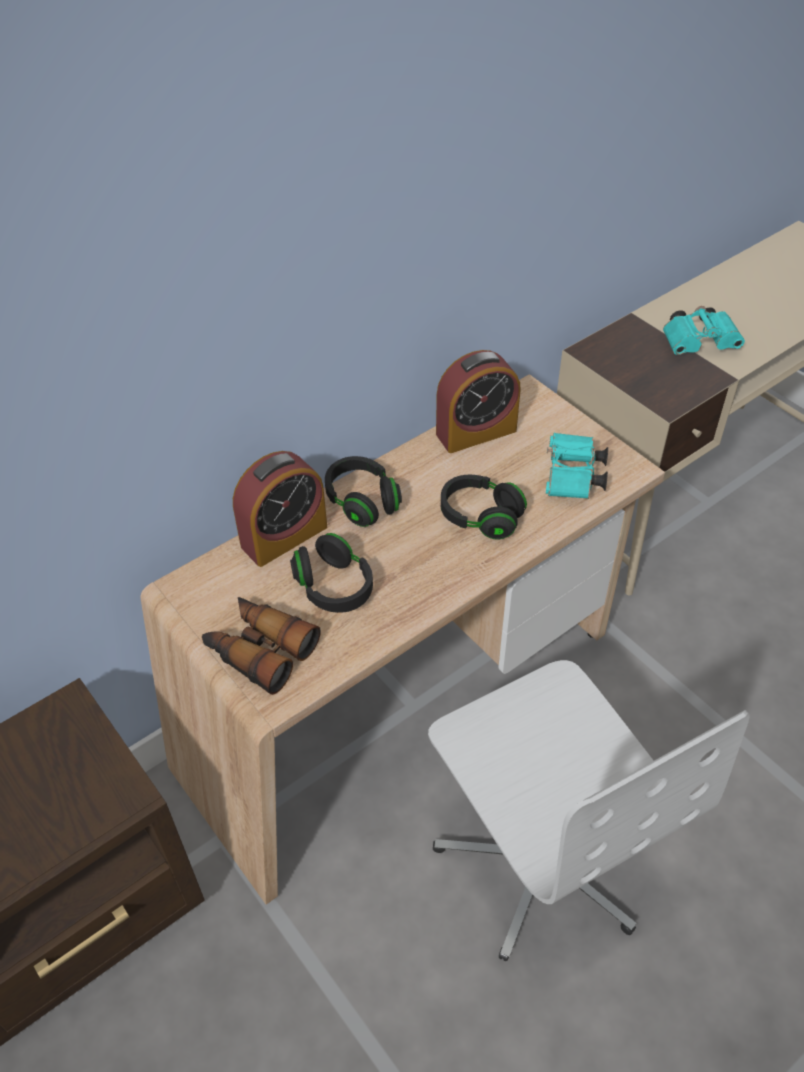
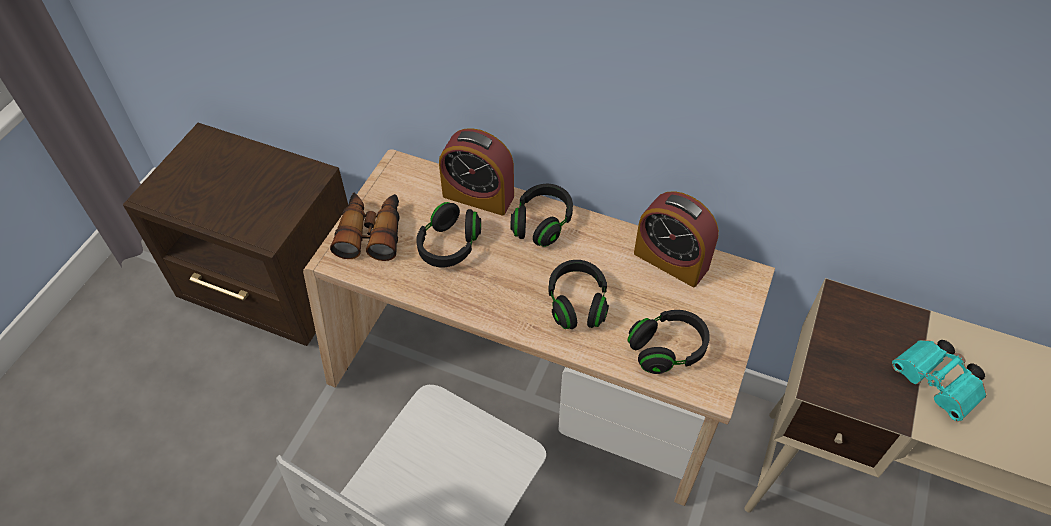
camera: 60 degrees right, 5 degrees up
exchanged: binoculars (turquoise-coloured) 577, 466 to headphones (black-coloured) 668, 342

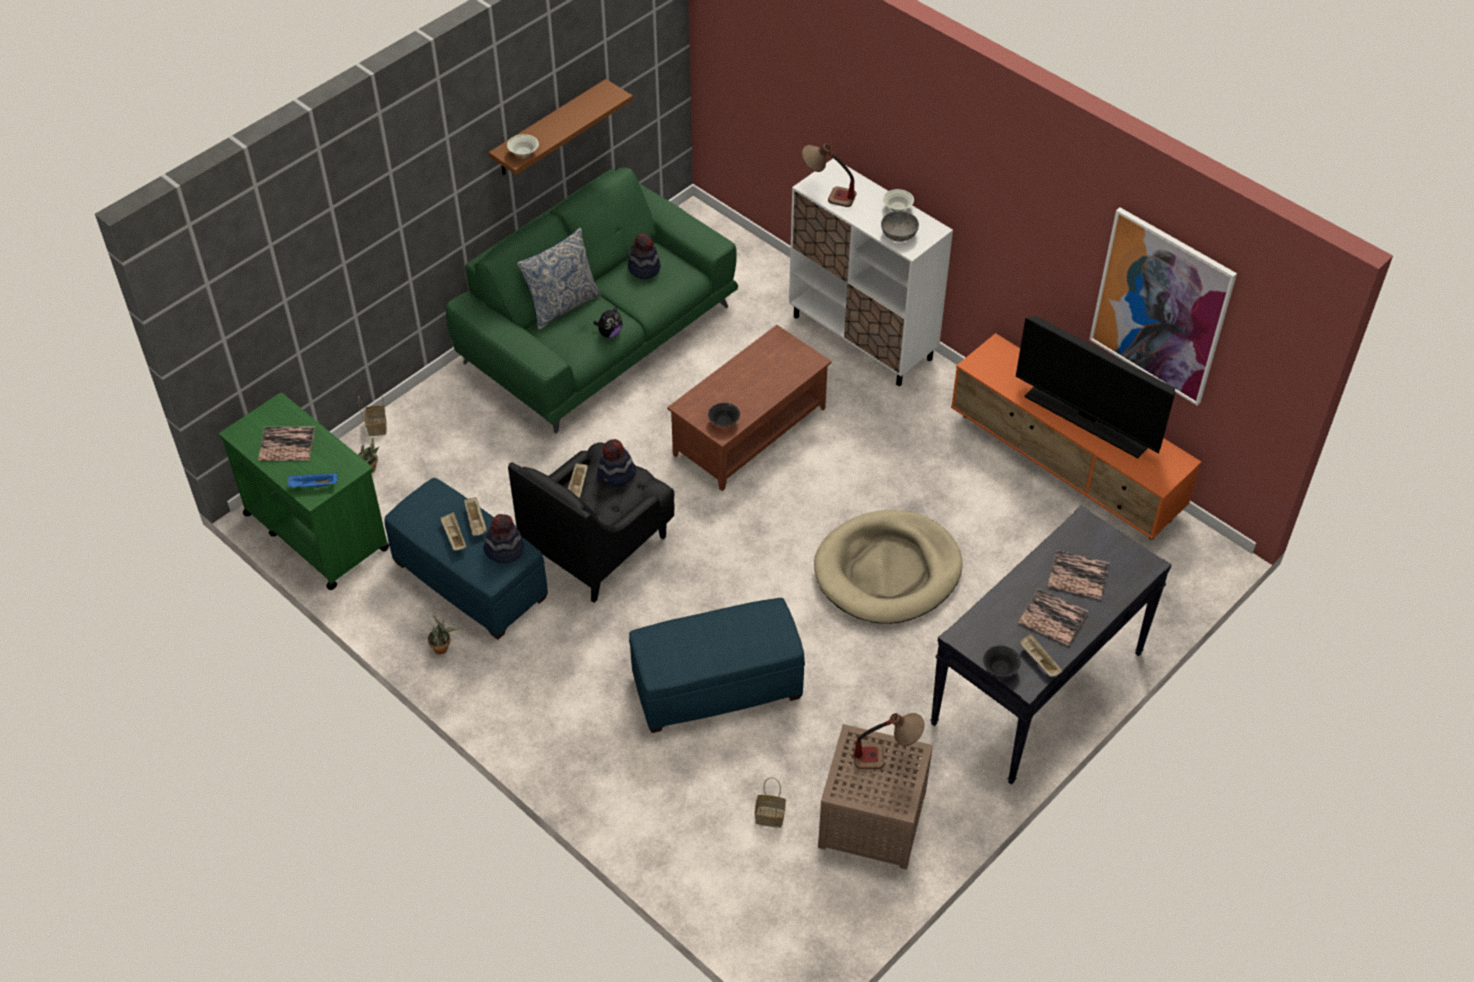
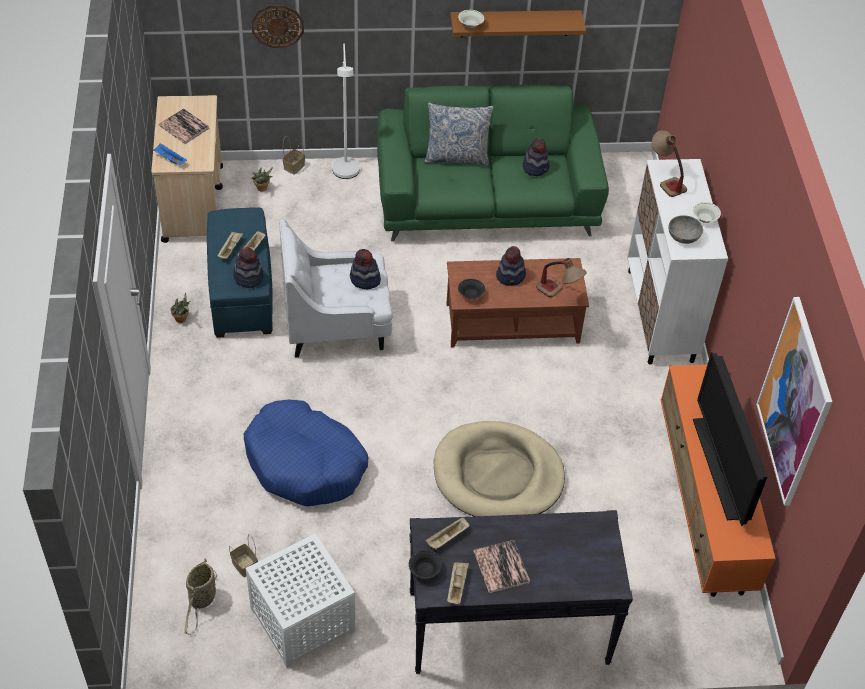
camera: 40 degrees right, 0 degrees up
missing: cuddly toy 608, 322; bound book 1078, 575
appeared: household basket 200, 596; clock on the wall 277, 26; standing lamp (whitish) 346, 111; wearable hat 511, 266
relocated: tray (beige) 578, 480 to 448, 533; tabletop lamp 889, 741 to 561, 277
exchanged: footrest (blue) 717, 665 to pet bed (blue) 306, 453
colour: trolley (greenish) 304, 491 to trolley (beige) 187, 169; end table (brownish) 875, 797 to end table (whitish) 300, 600; easy chair (black-coloured) 591, 522 to easy chair (whitish) 336, 288

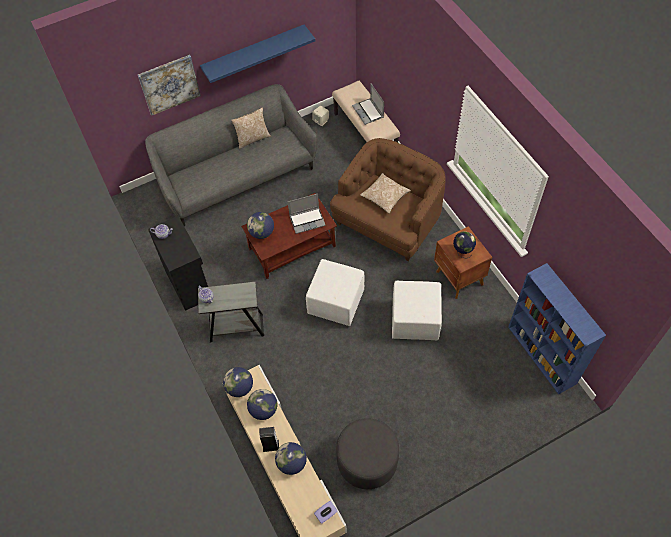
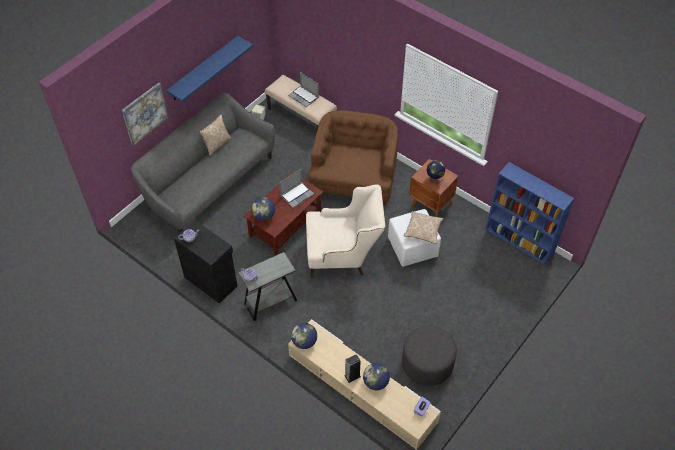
camera: 25 degrees left, 5 degrees down
missing: globe 262, 404
relocated: cushion 385, 193 to 424, 227
exchanged: footrest (whitish) 335, 292 to easy chair (beige) 346, 230

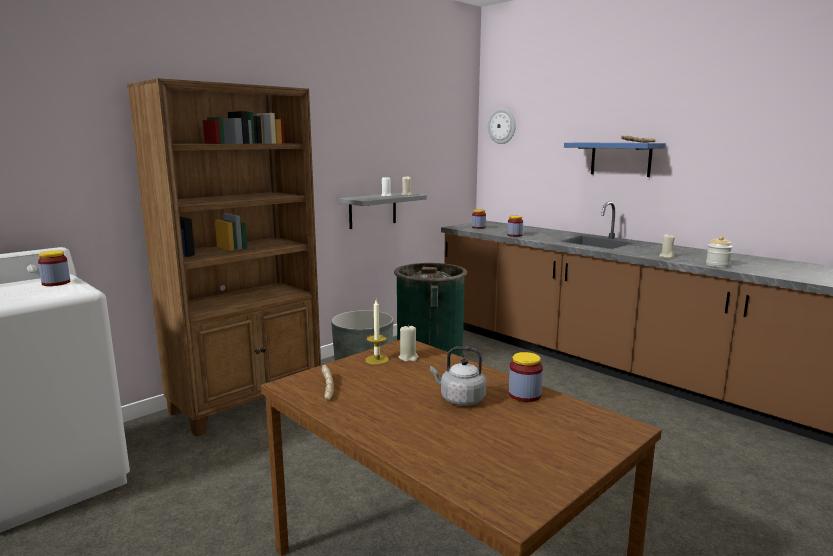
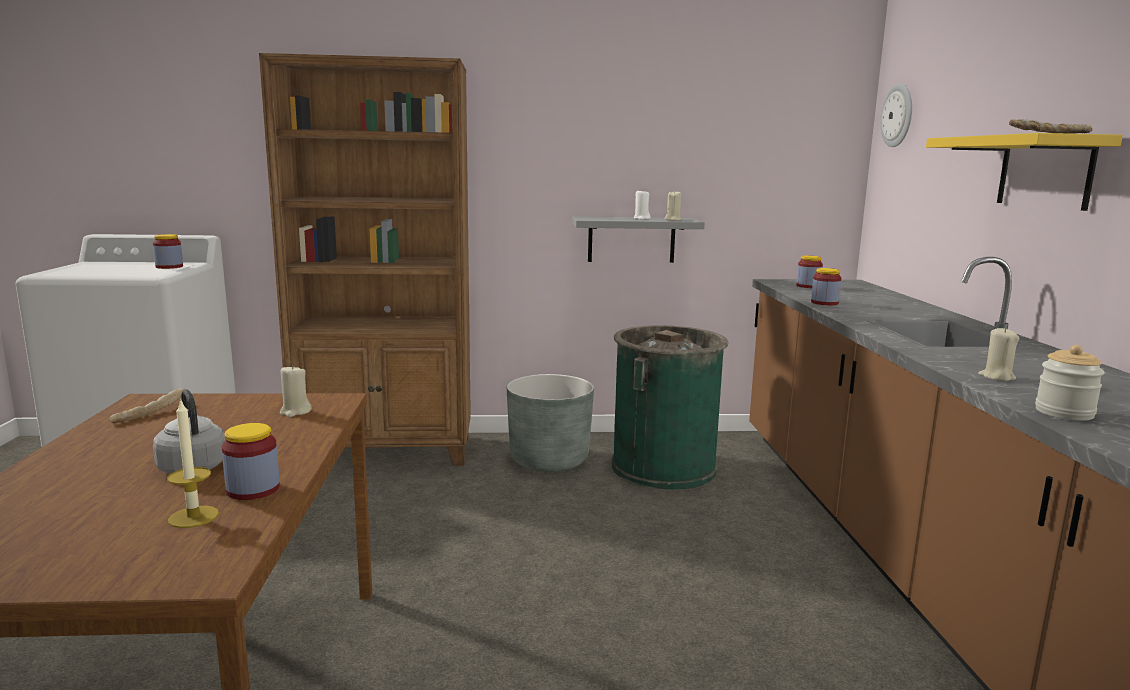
camera: 40 degrees right, 0 degrees up
relocated: wax candle 377, 332 to 193, 463
colour: shelf (blue) 615, 160 to shelf (yellowish) 1024, 172

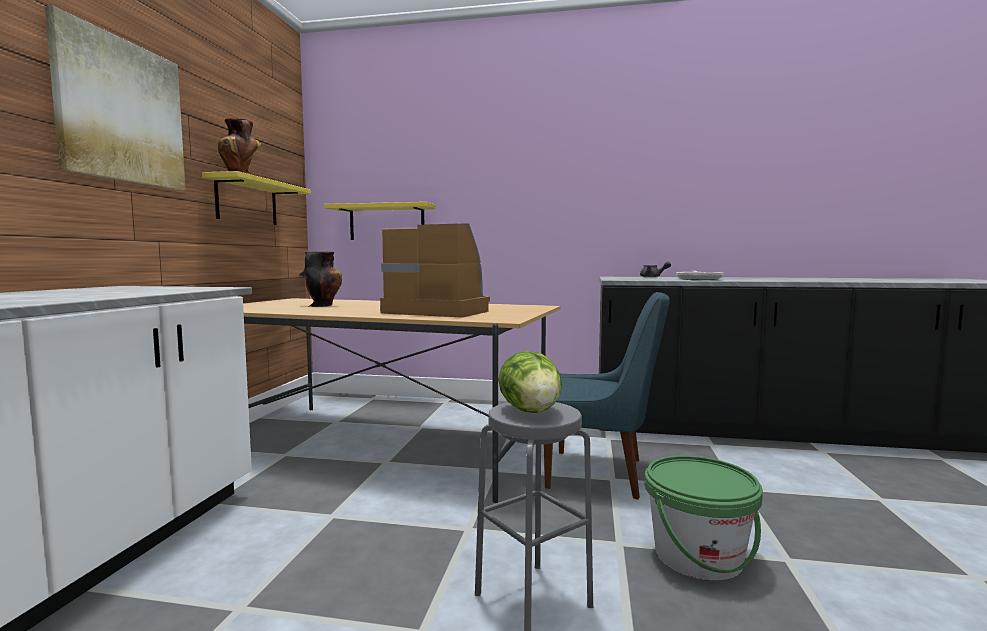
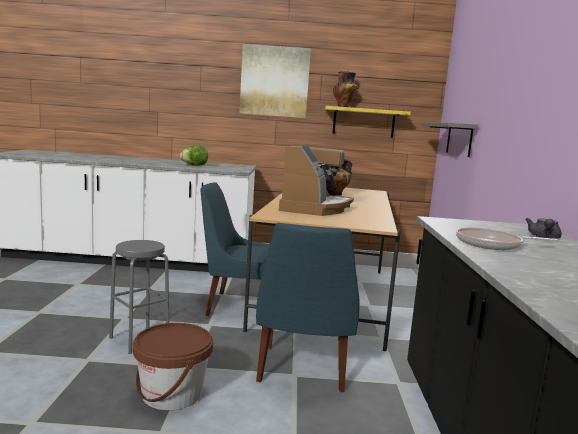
camera: 80 degrees right, 5 degrees up
appeared: plain chair (blue) 235, 249
relocated: lettuce head 530, 382 to 194, 155
colour: bucket (greenish) 703, 518 to bucket (brownish) 173, 366; shelf (yellowish) 380, 221 to shelf (gray) 450, 139

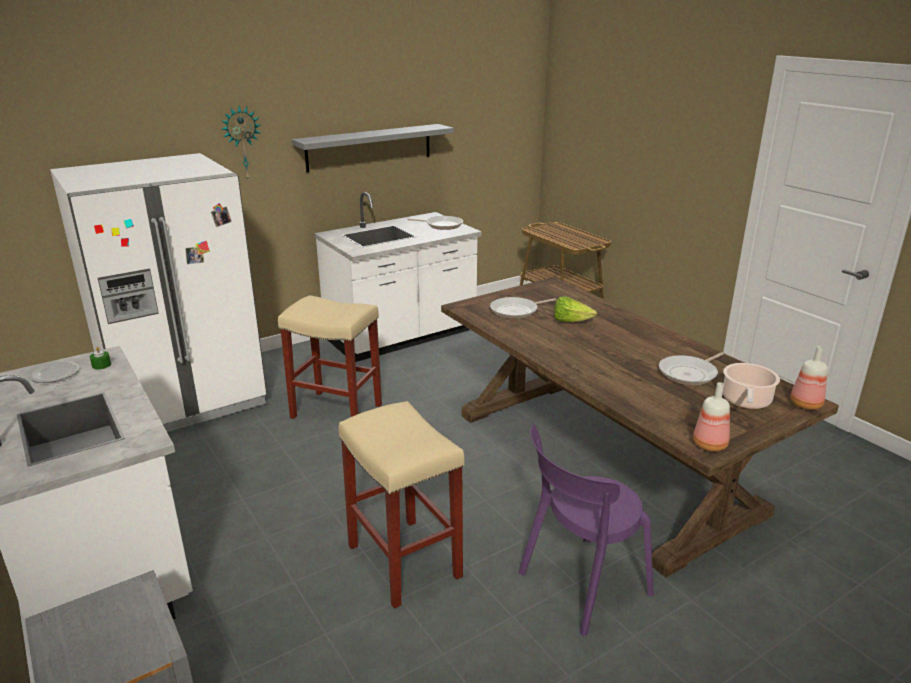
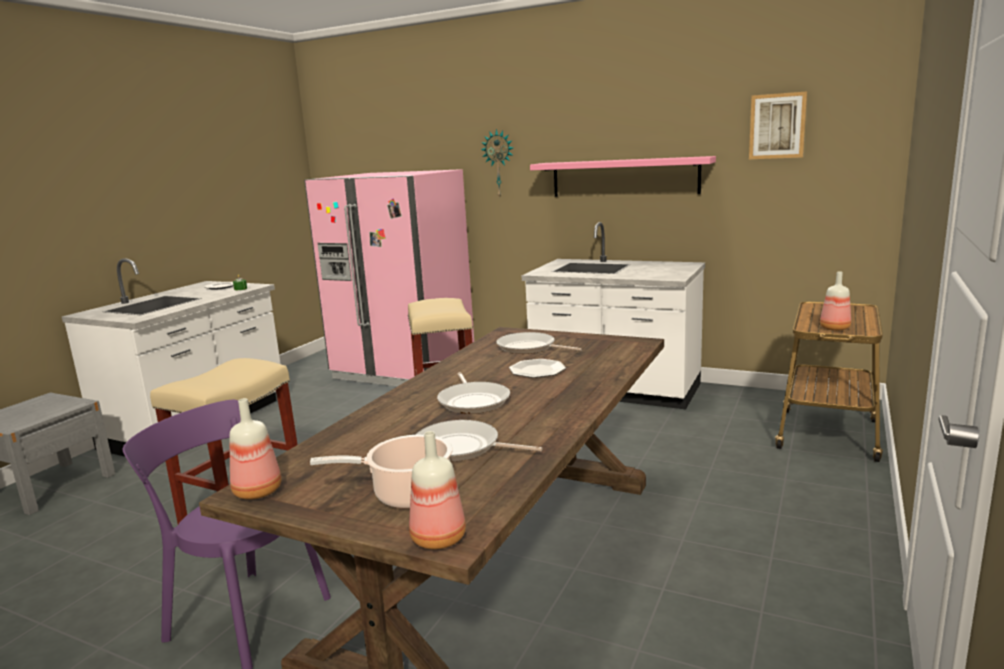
camera: 60 degrees right, 10 degrees down
appeared: wall art 778, 125; bottle 835, 301
relocated: pan 435, 223 to 473, 393
exchanged: lettuce head 575, 309 to plate 537, 368
colour: refrigerator (whitish) 158, 292 to refrigerator (pinkish) 389, 278; shelf (gray) 372, 148 to shelf (pinkish) 623, 176

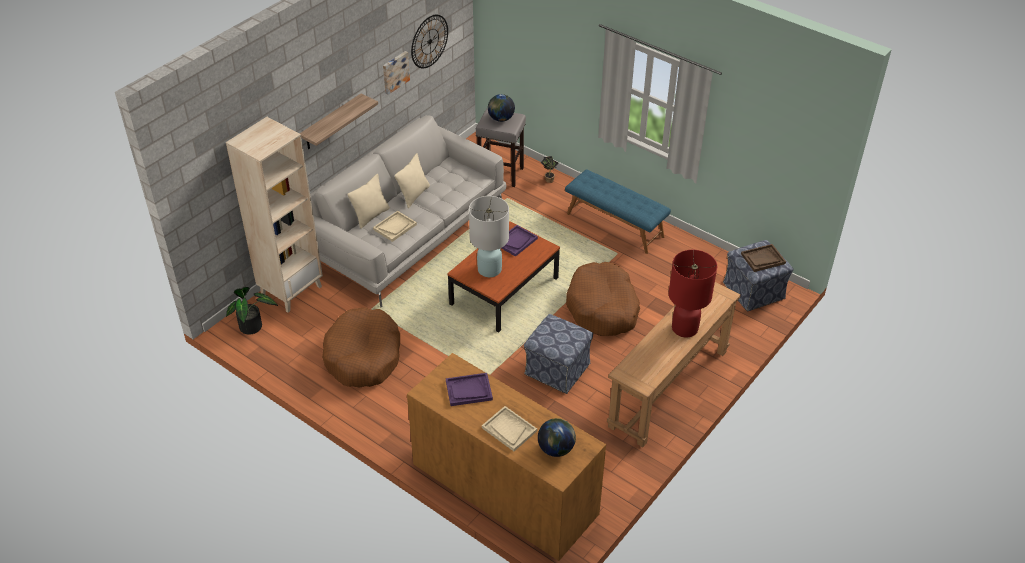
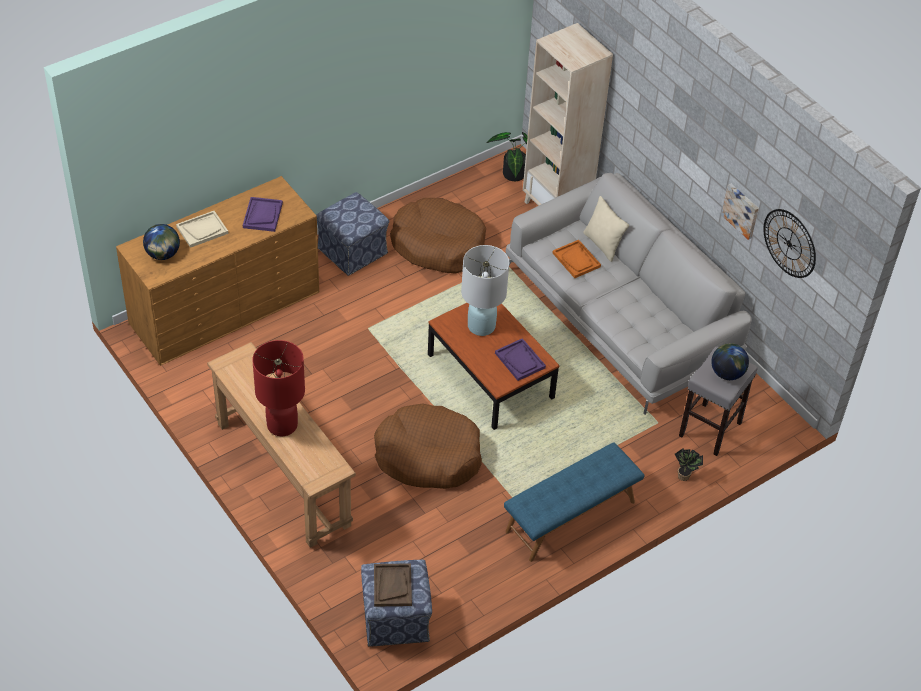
camera: 105 degrees right, 5 degrees up
missing: shelf 338, 121; cushion (beige) 412, 180
relocated: footrest 558, 354 to 352, 234
colour: tray (beige) 395, 226 to tray (orange-coloured) 577, 259

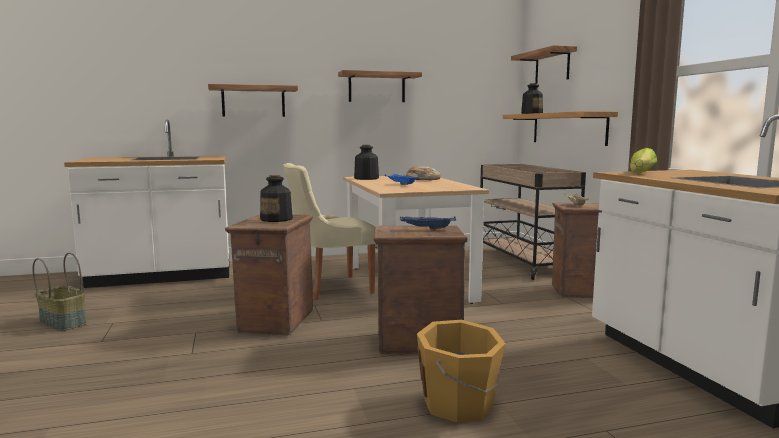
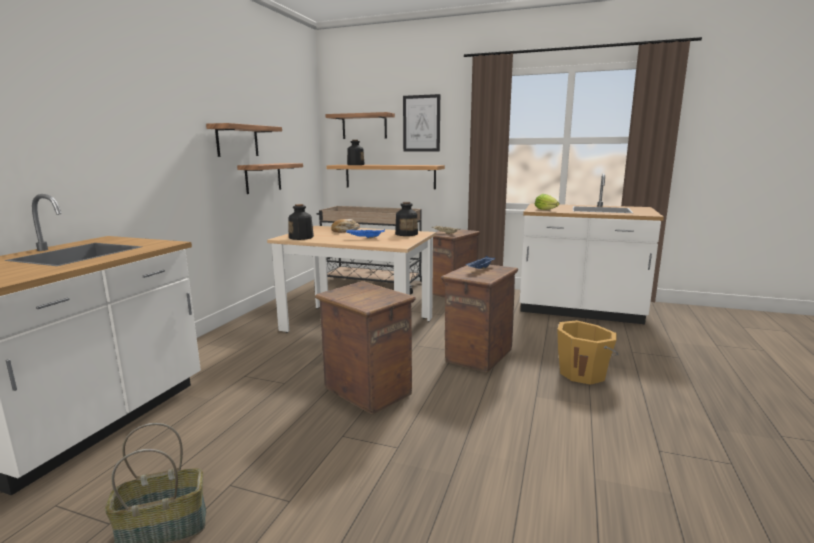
camera: 55 degrees left, 5 degrees up
missing: plain chair (beige) 329, 231
appeared: wall art 421, 123
relocated: shelf 253, 100 to 270, 178; bottle 276, 198 to 406, 219

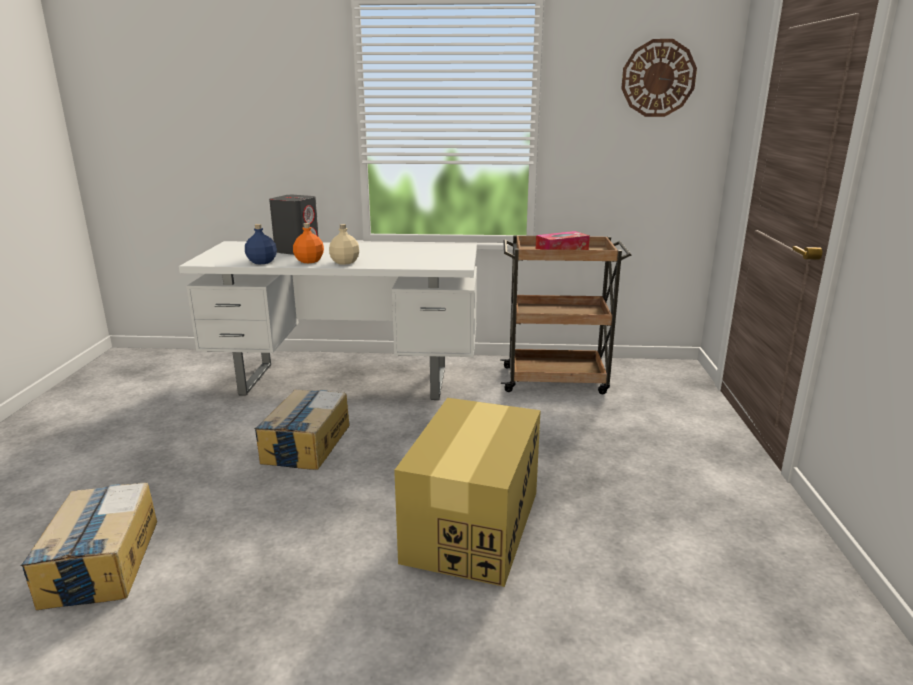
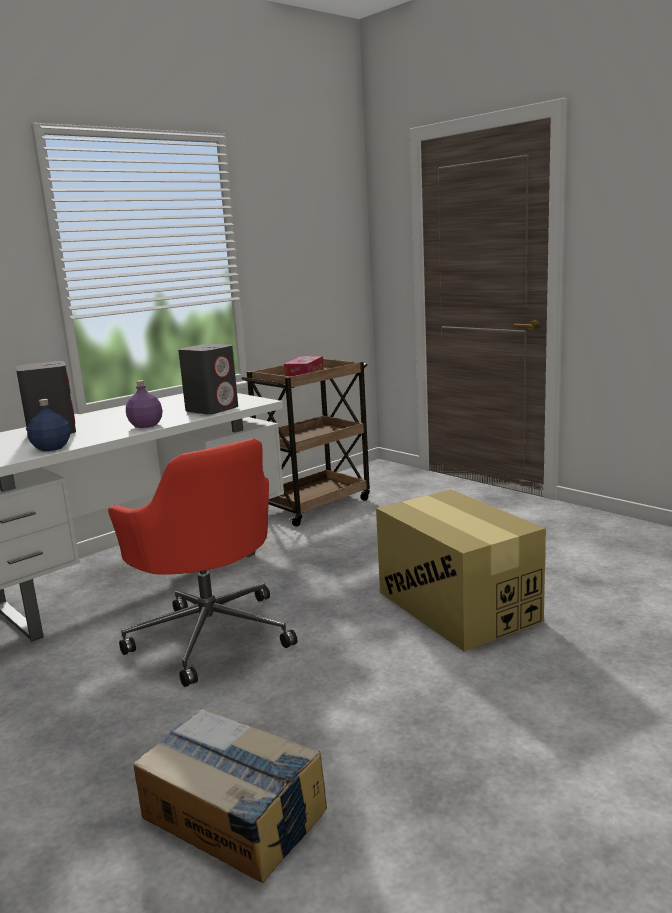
camera: 45 degrees left, 5 degrees down
missing: bottle (orange-coloured) 308, 243; clock on the wall 659, 78
appeared: audio speaker (gray) 208, 379
exchanged: packing box 301, 430 to office chair (red-coloured) 202, 562
colour: bottle (beige) 344, 244 to bottle (purple) 144, 404

